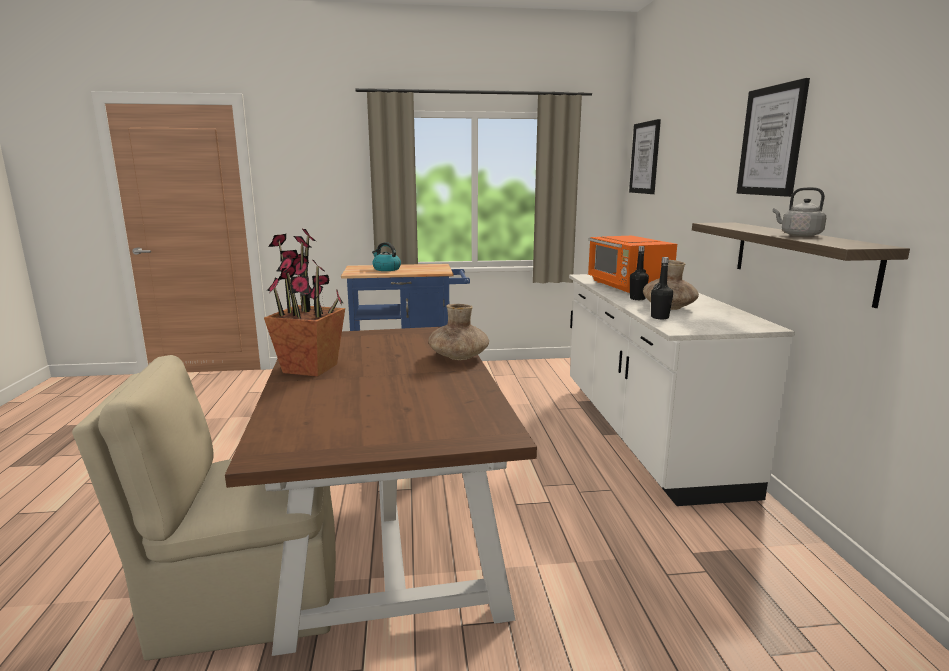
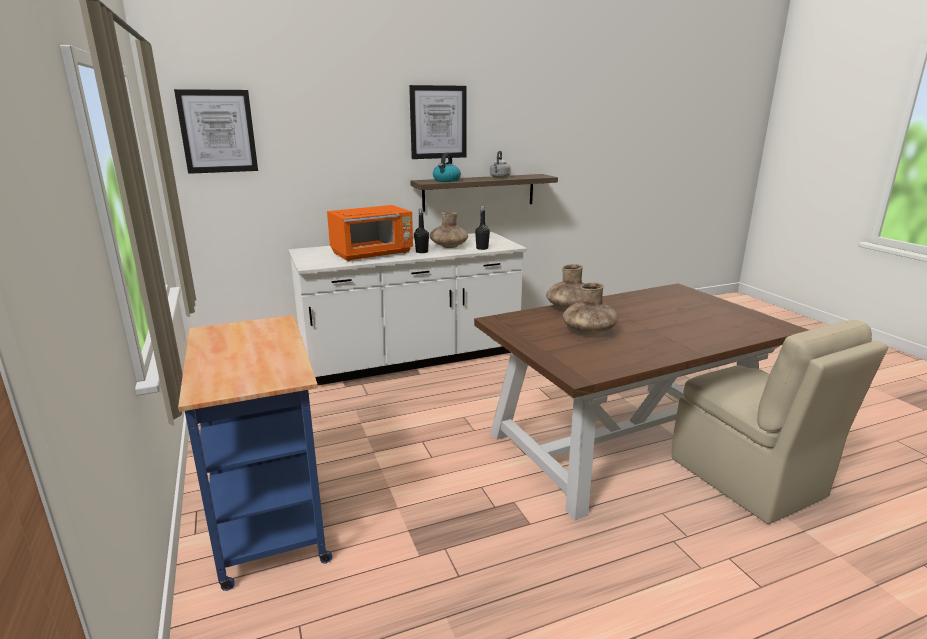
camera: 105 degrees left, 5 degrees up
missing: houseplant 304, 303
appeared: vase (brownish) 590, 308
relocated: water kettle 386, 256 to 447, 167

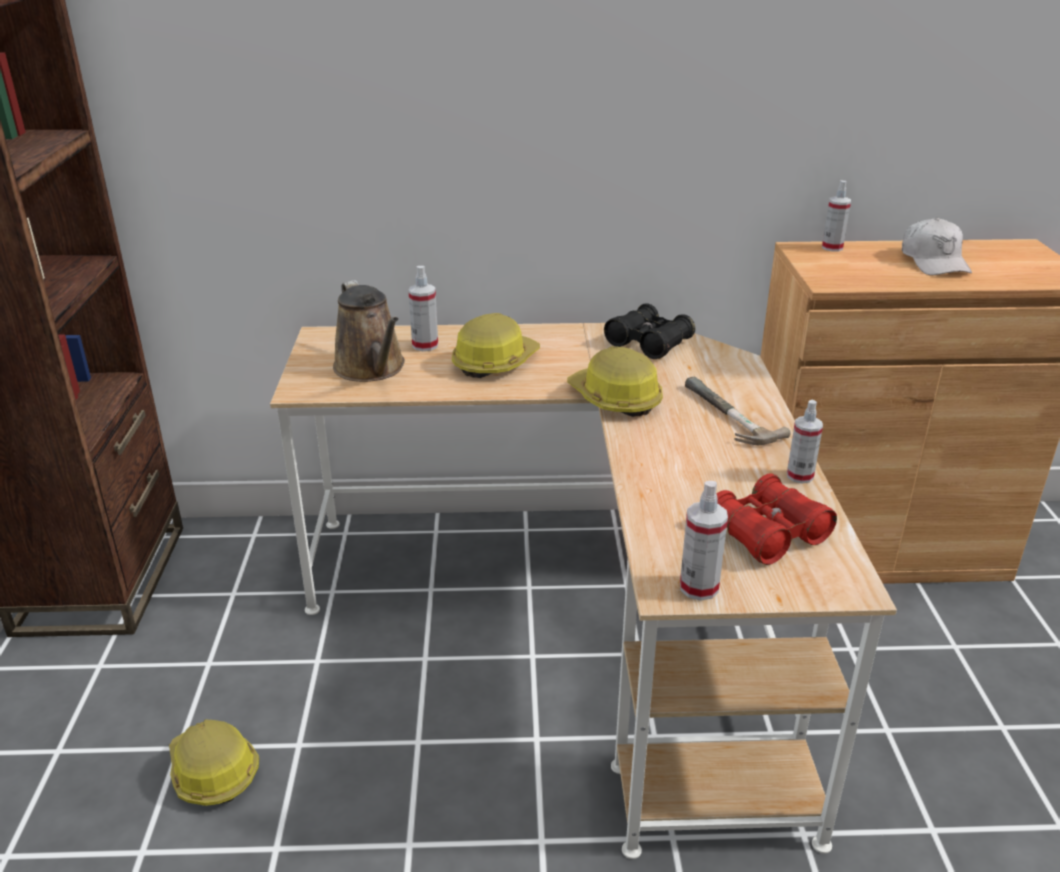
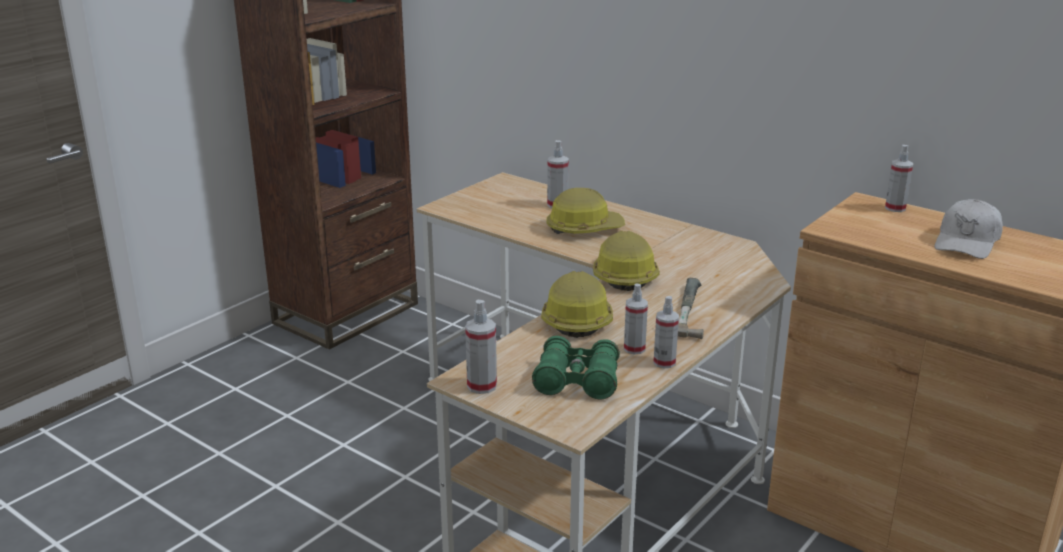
camera: 40 degrees right, 5 degrees down
missing: watering can (brownish) 369, 331; binoculars (black-coloured) 649, 331
appeared: hand sprayer 636, 319
relocated: hard hat 214, 762 to 577, 304
colour: binoculars (red-coloured) 777, 519 to binoculars (greenish) 576, 367

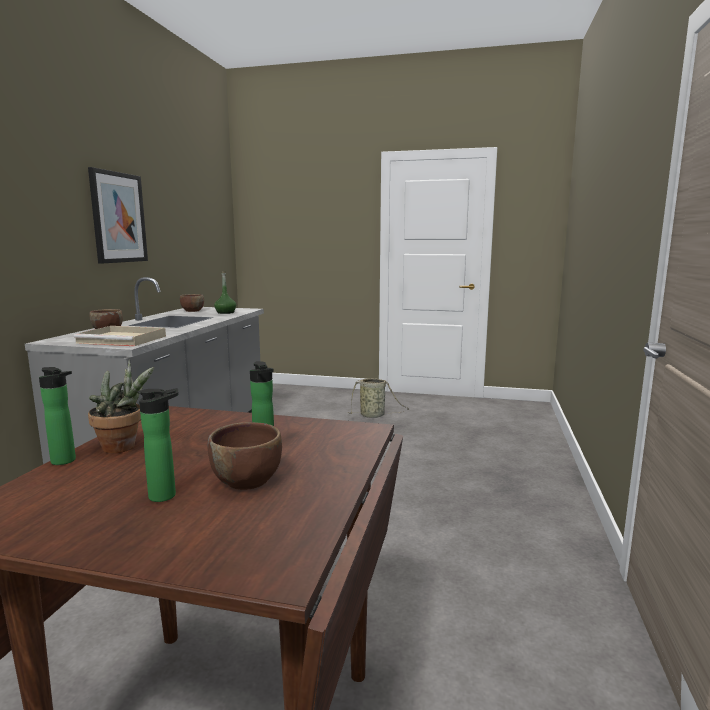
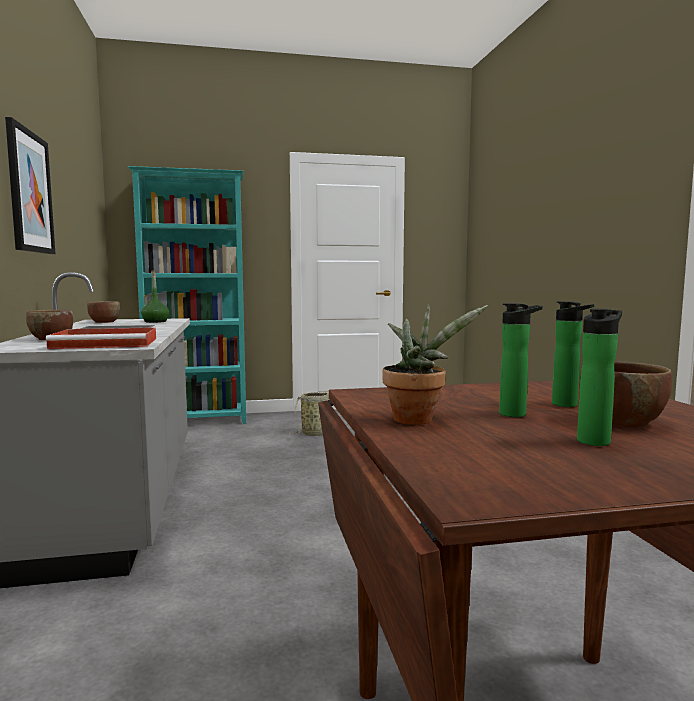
camera: 25 degrees left, 5 degrees down
appeared: bookcase (turquoise-coloured) 186, 295
relocated: bottle 57, 416 to 521, 360
colour: tray (beige) 120, 336 to tray (red-coloured) 101, 338

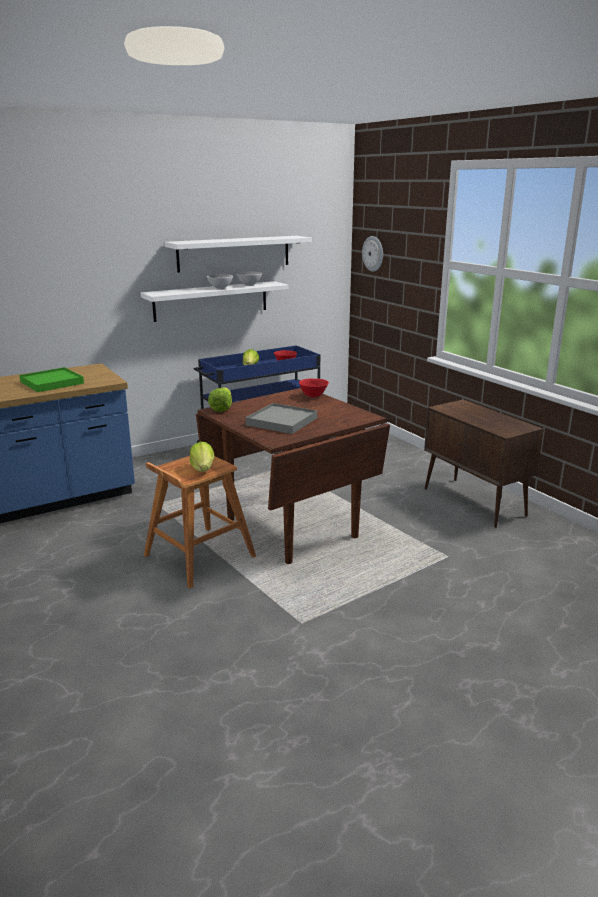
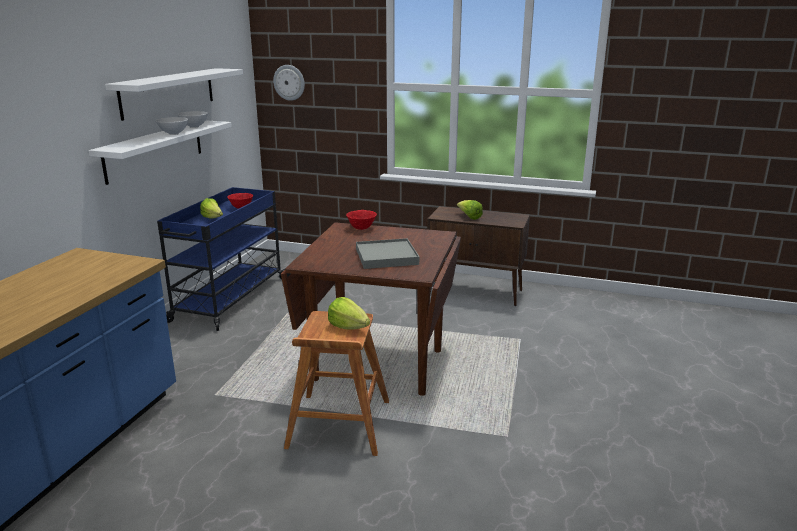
camera: 40 degrees left, 0 degrees up
missing: tray (greenish) 51, 379
relocated: lettuce head 220, 400 to 470, 210

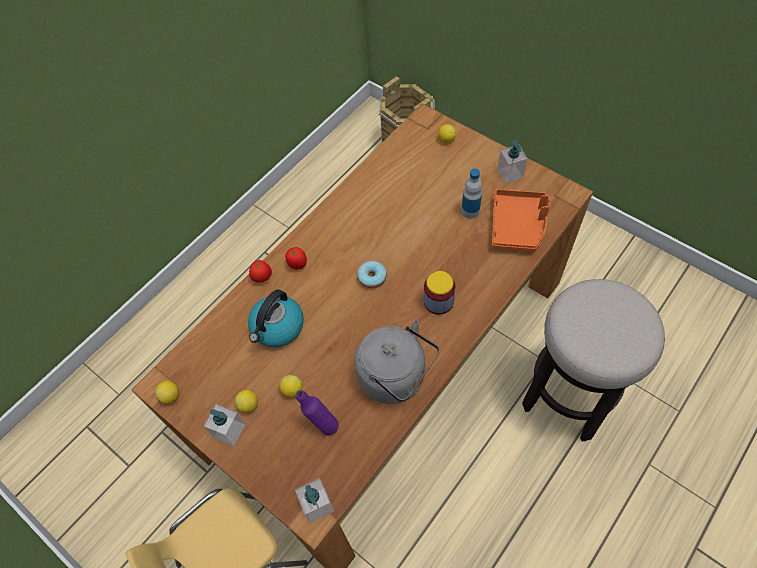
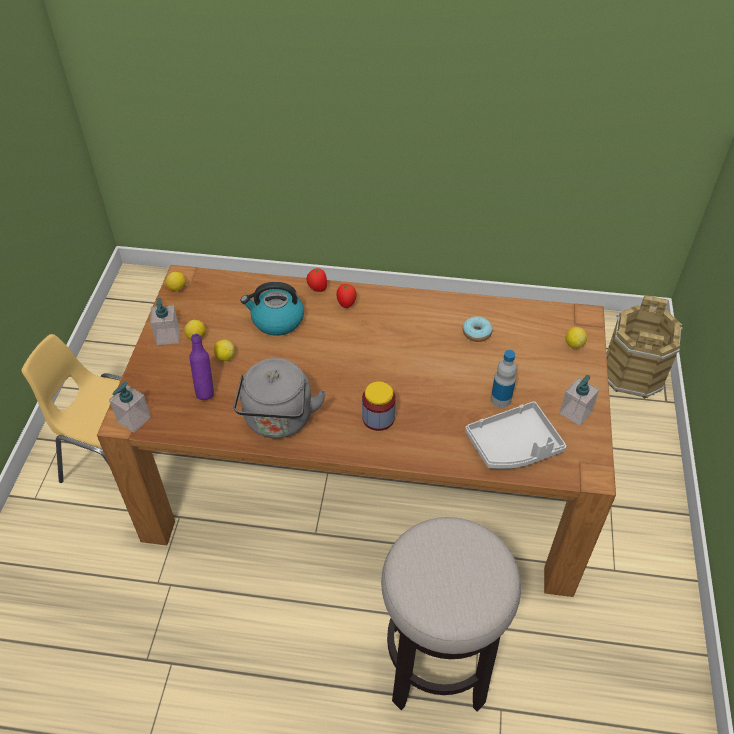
camera: 55 degrees right, 10 degrees down
relocated: donut 372, 274 to 477, 329
colour: tray (orange-coloured) 521, 220 to tray (gray) 515, 435

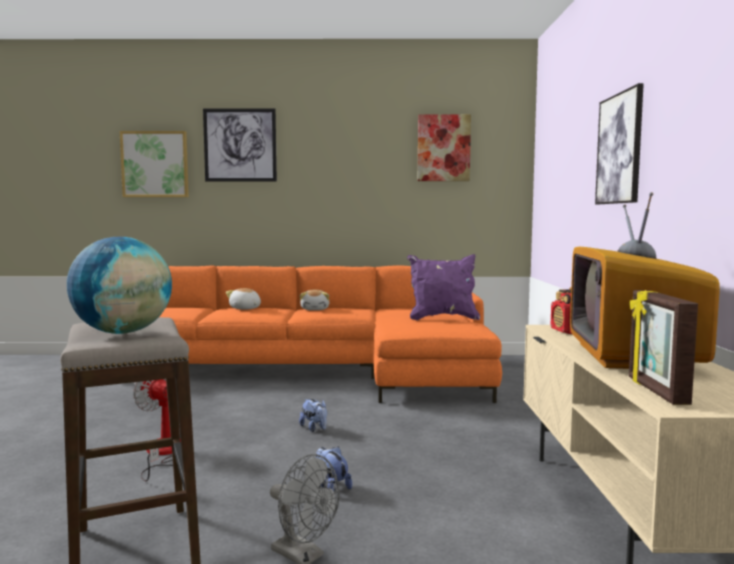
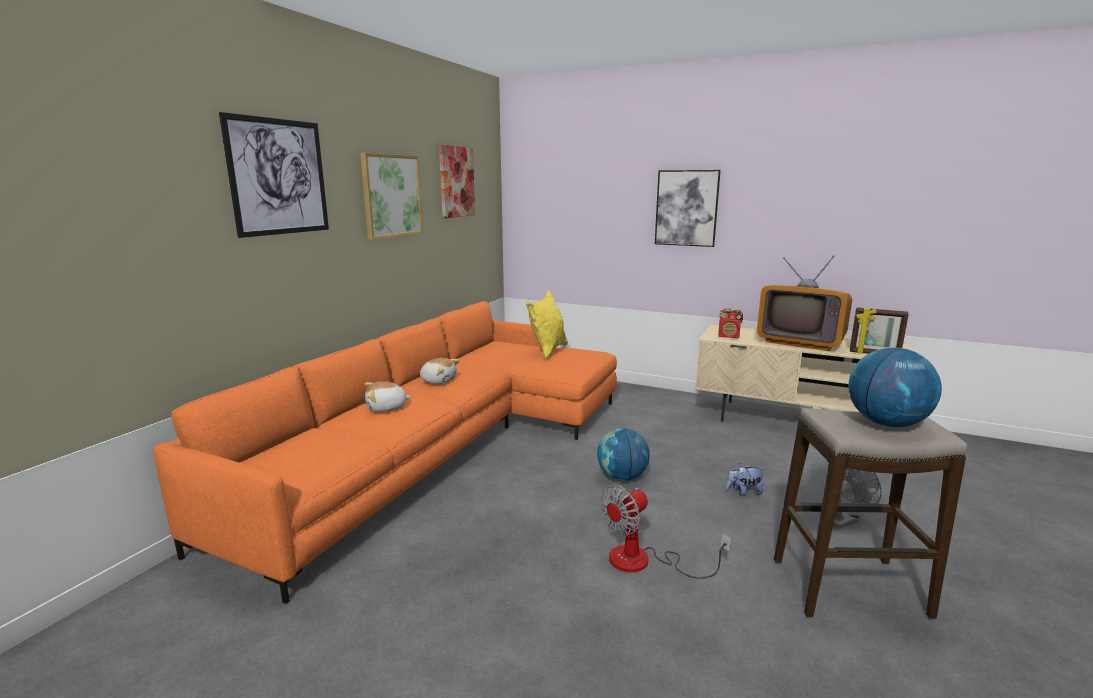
camera: 65 degrees left, 10 degrees up
relocated: wall art 154, 164 to 391, 196
exchanged: cuddly toy 313, 415 to globe 623, 454
colour: cushion (purple) 443, 287 to cushion (yellowish) 547, 325

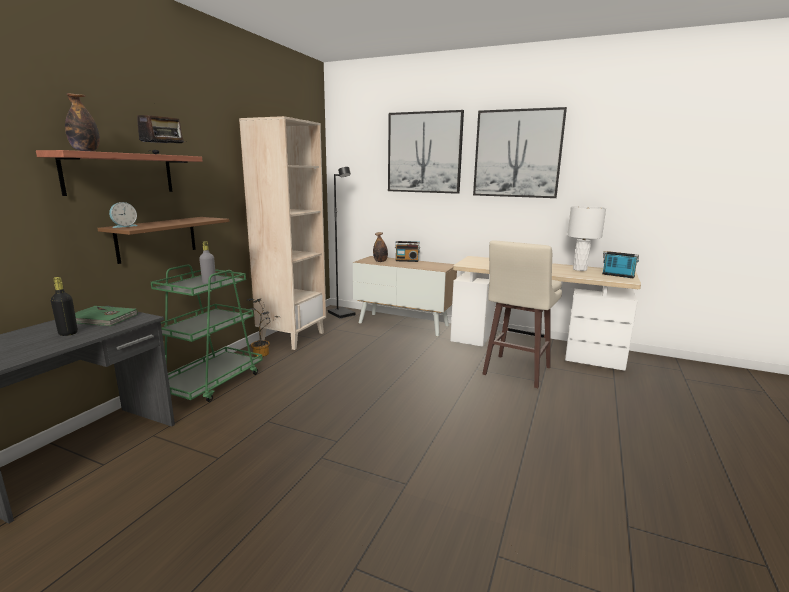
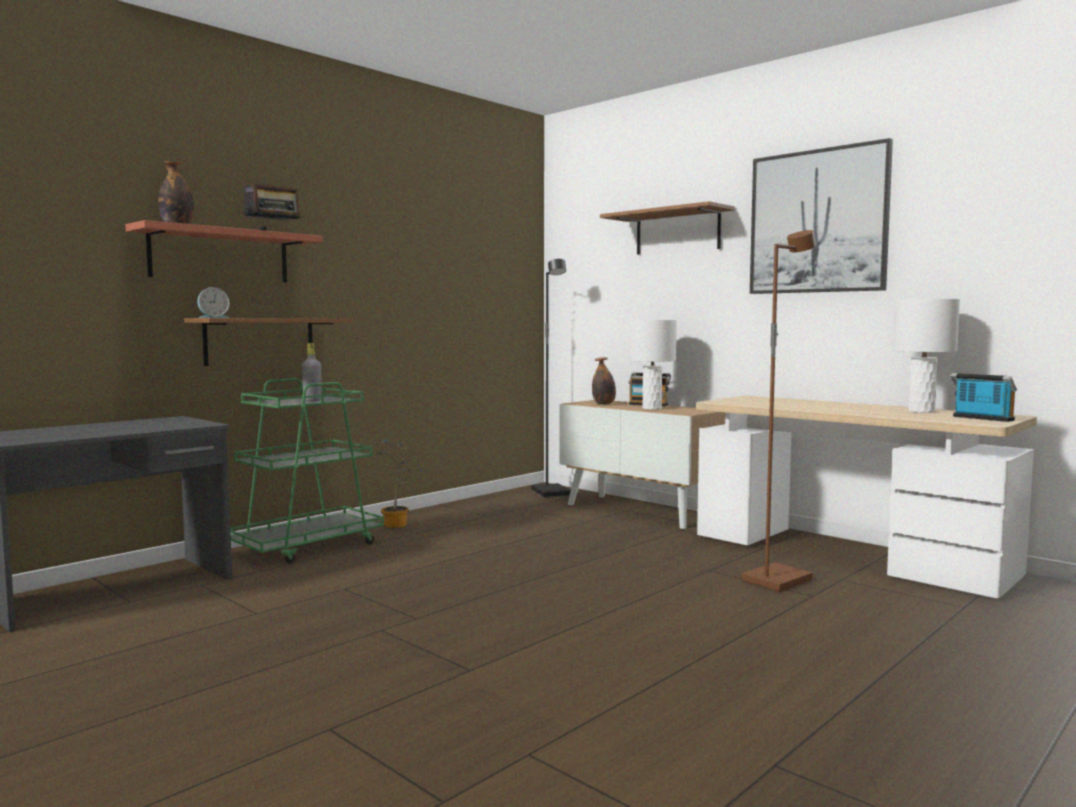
camera: 20 degrees right, 10 degrees down
missing: bottle (black-coloured) 64, 306; bound book (greenish) 106, 316; bookcase (beige) 282, 233
appeared: tabletop lamp (whitish) 653, 365
exchanged: wall art 426, 152 to shelf (brownish) 667, 228; stool (beige) 522, 314 to standing lamp (brownish) 779, 411

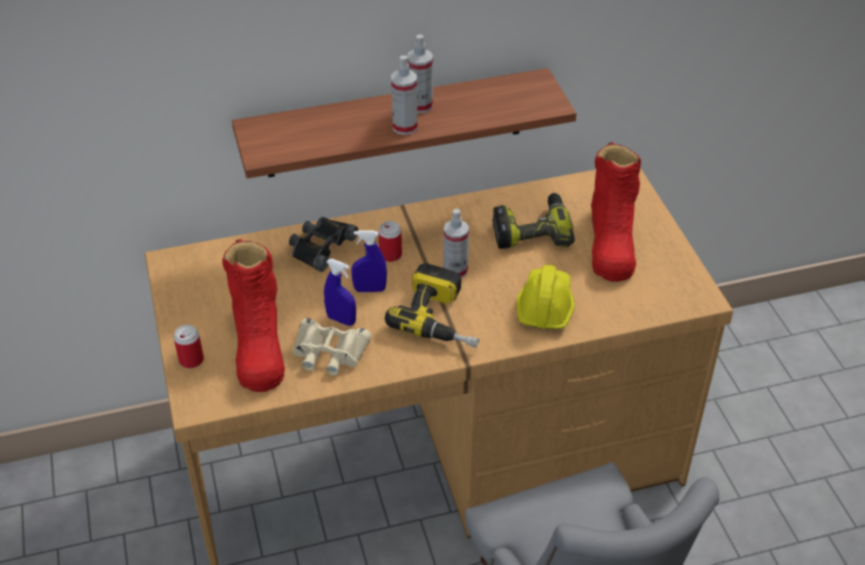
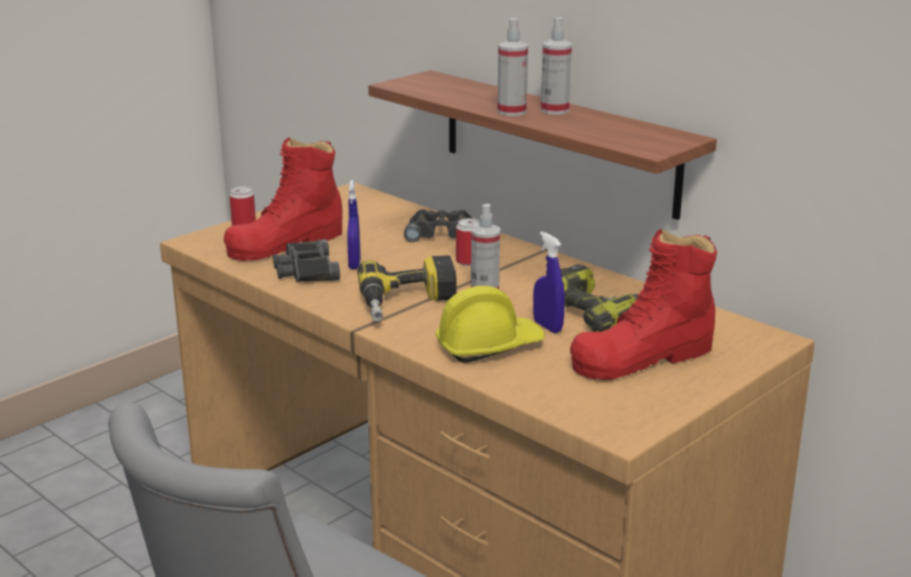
camera: 60 degrees right, 20 degrees down
relocated: hand sprayer (blue) 369, 261 to 549, 282
colour: binoculars (beige) 332, 346 to binoculars (black-coloured) 306, 260

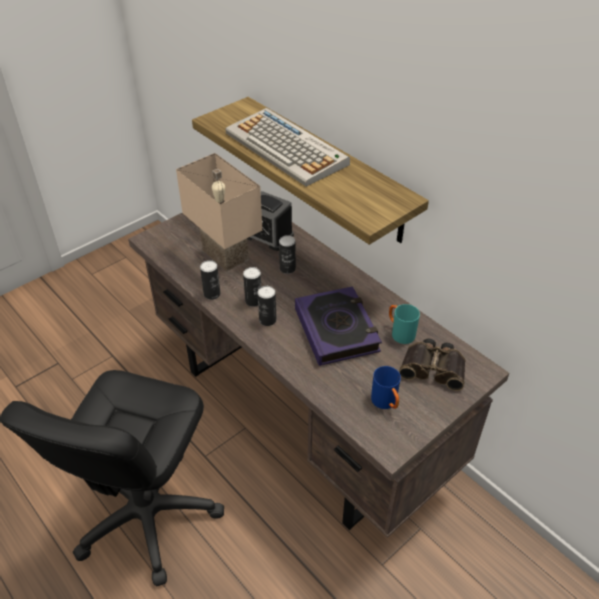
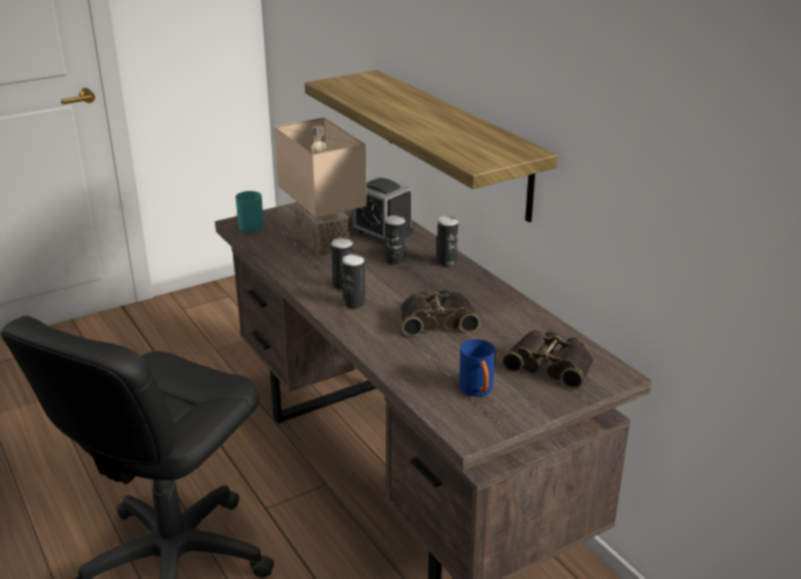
camera: 10 degrees right, 15 degrees down
missing: computer keyboard 287, 147
relocated: mug (turquoise-coloured) 404, 324 to 249, 212; sealed can 210, 280 to 447, 241
exchanged: bound book 338, 326 to binoculars 440, 313

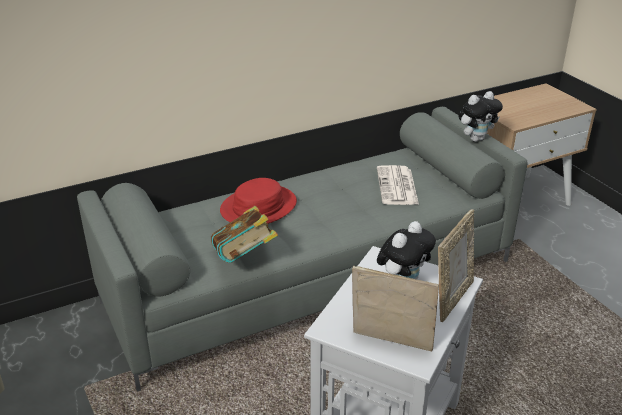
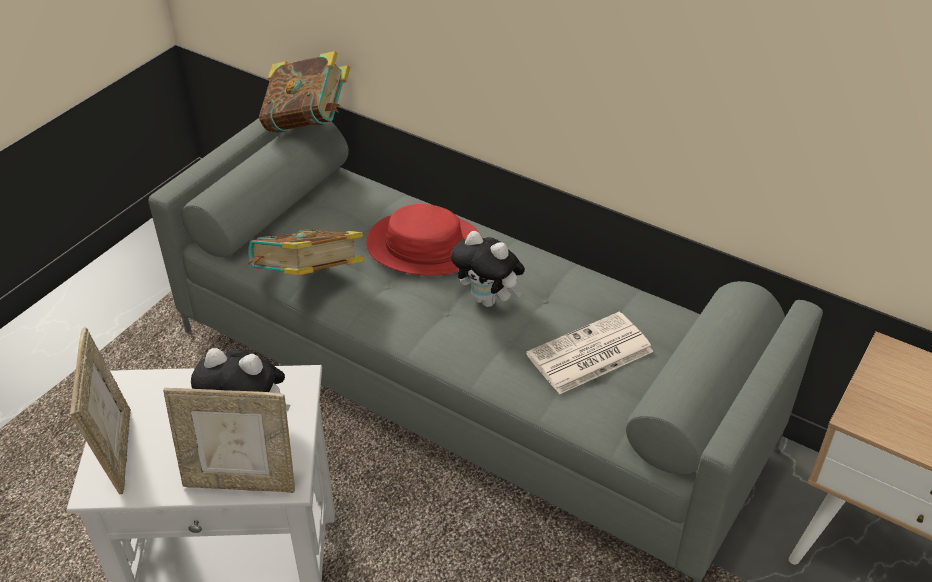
camera: 60 degrees right, 10 degrees up
appeared: bound book 304, 92
relocated: cuddly toy 481, 116 to 488, 269

